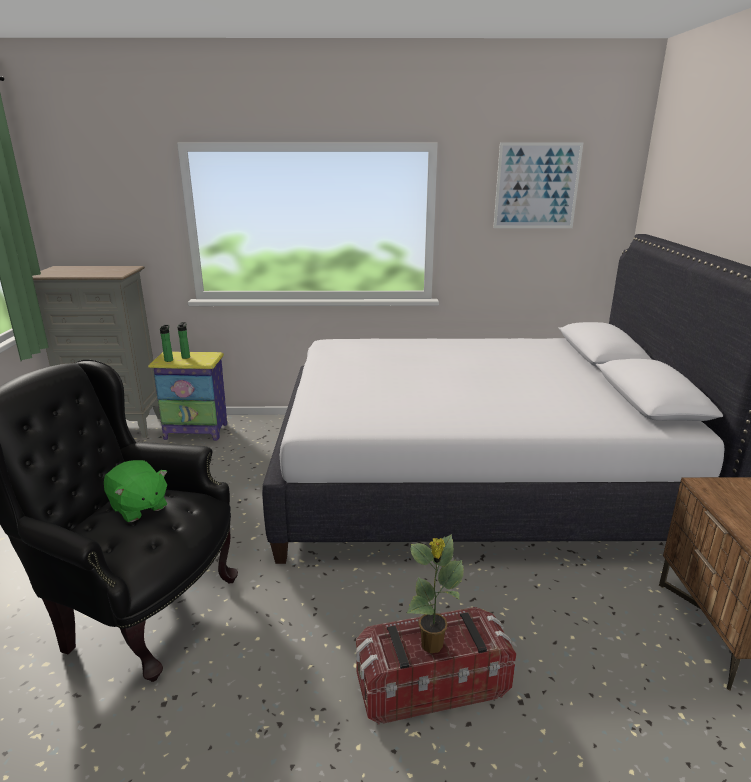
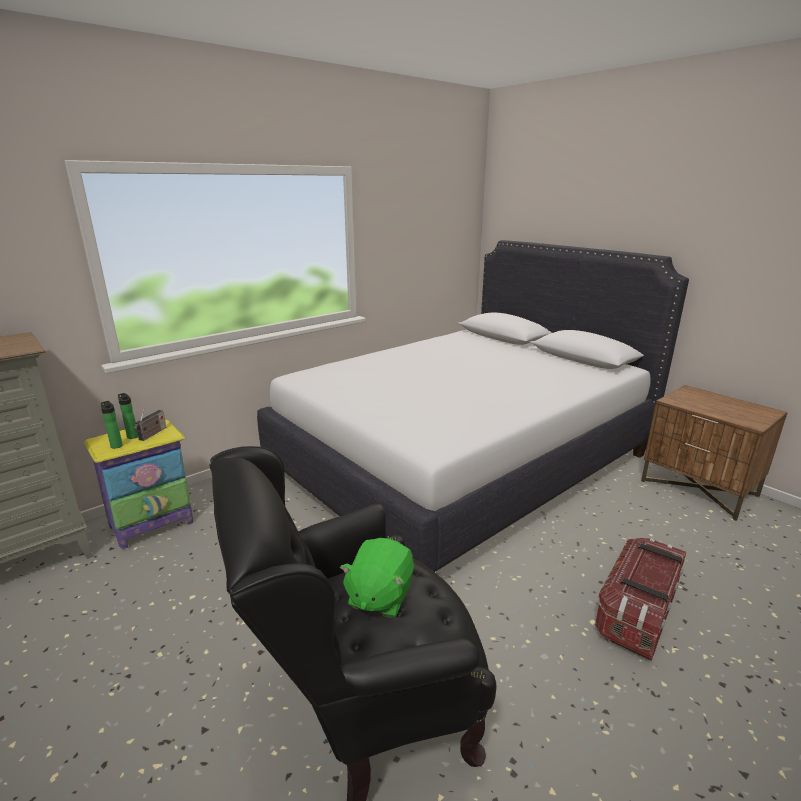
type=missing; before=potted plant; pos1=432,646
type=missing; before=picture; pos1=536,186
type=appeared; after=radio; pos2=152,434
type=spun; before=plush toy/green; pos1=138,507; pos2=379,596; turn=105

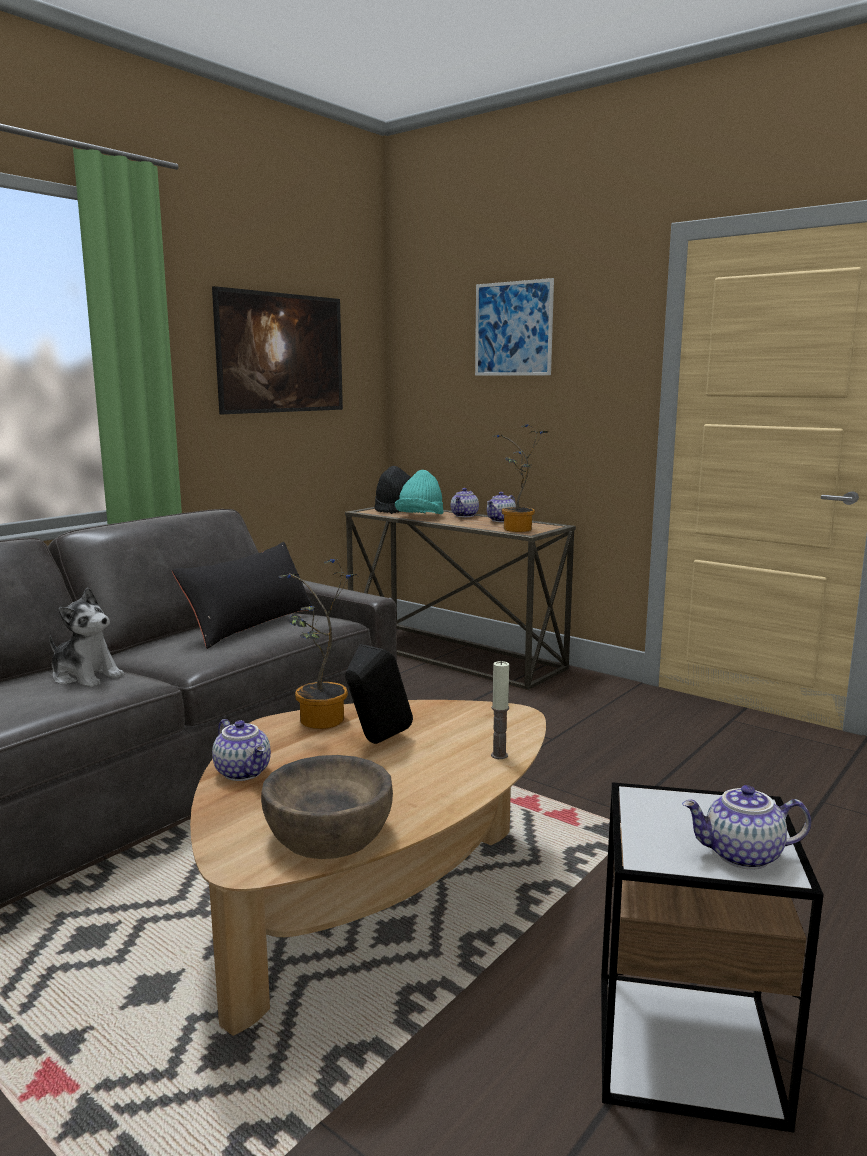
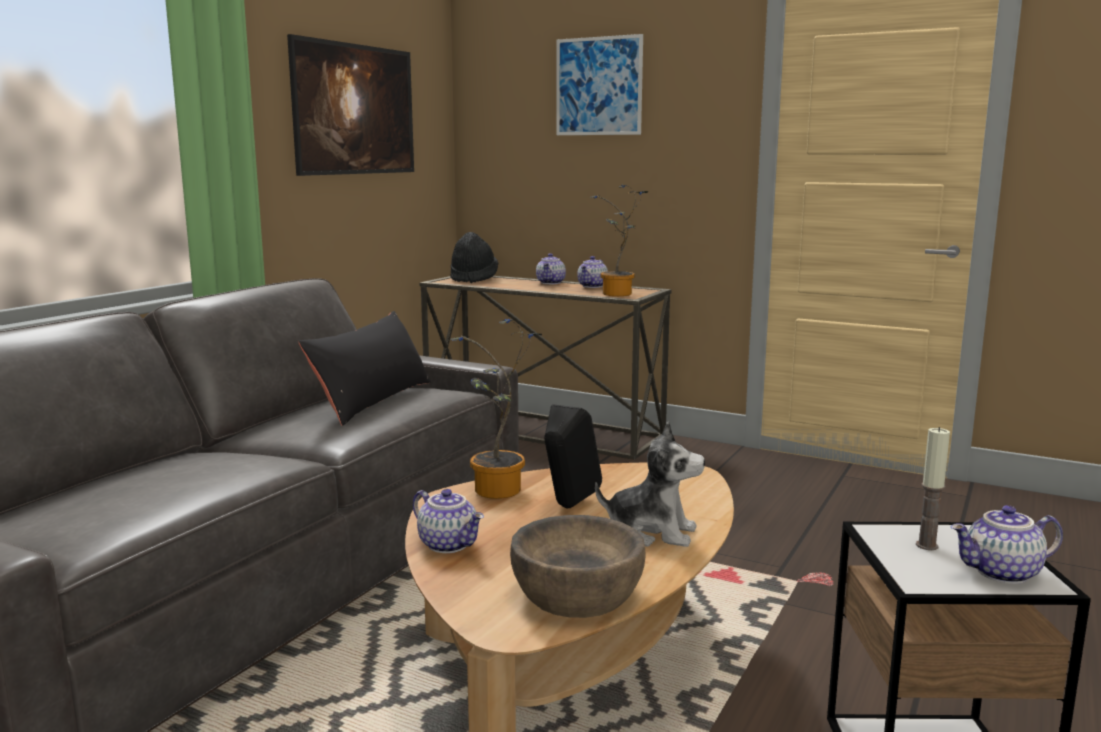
type=missing; before=hat/turquoise; pos1=420,517
type=relocated; before=plush toy; pos1=86,676; pos2=652,532
type=relocated; before=candle; pos1=499,755; pos2=927,545

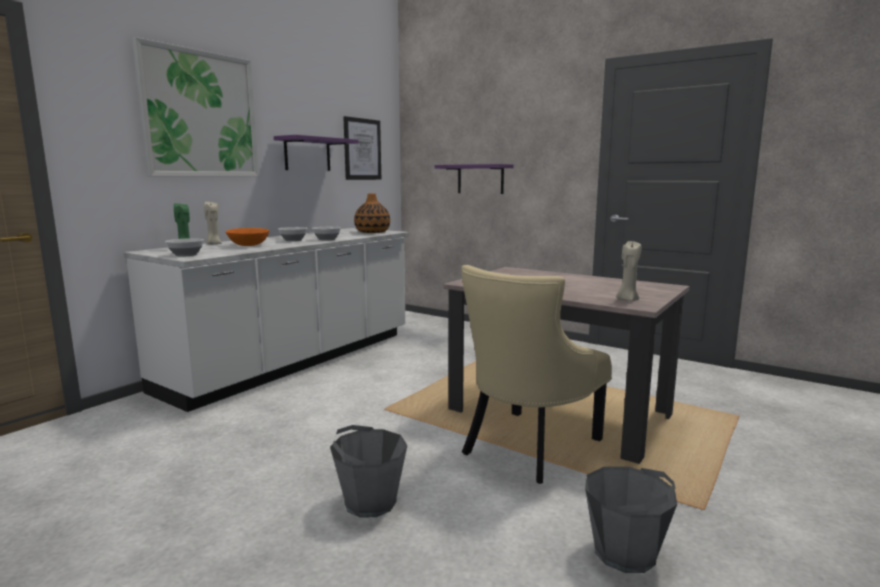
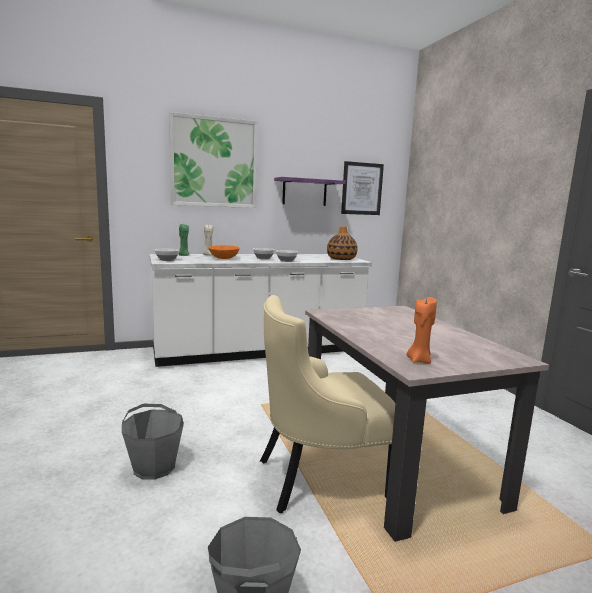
type=missing; before=shelf/purple; pos1=480,179
type=colour; before=candle/beige; after=candle/orange; pos1=627,300; pos2=419,360

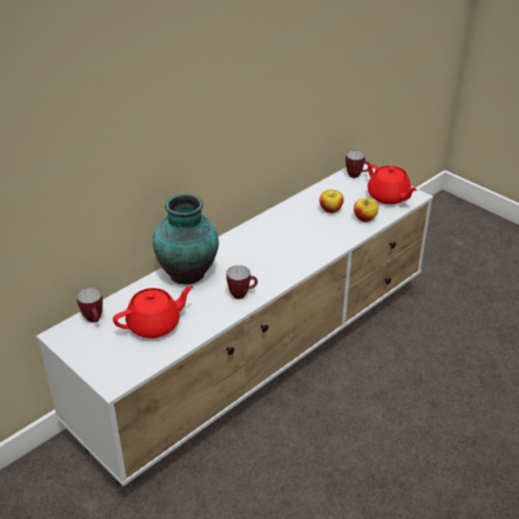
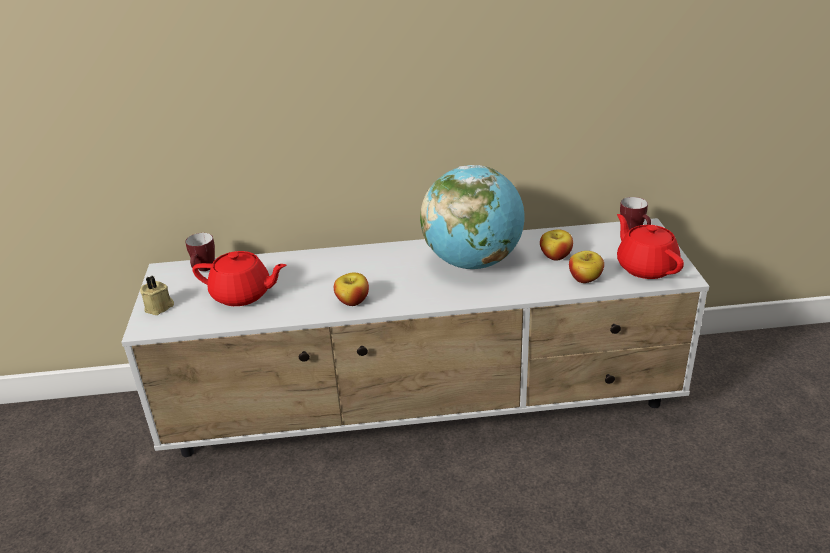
type=missing; before=vase; pos1=189,273
type=appeared; after=candle/beige; pos2=159,307
type=appeared; after=globe; pos2=473,262
type=exchanged; before=mug; after=apple; pos1=242,294; pos2=353,301
type=spun; before=teapot/red; pos1=388,197; pos2=645,267; turn=150

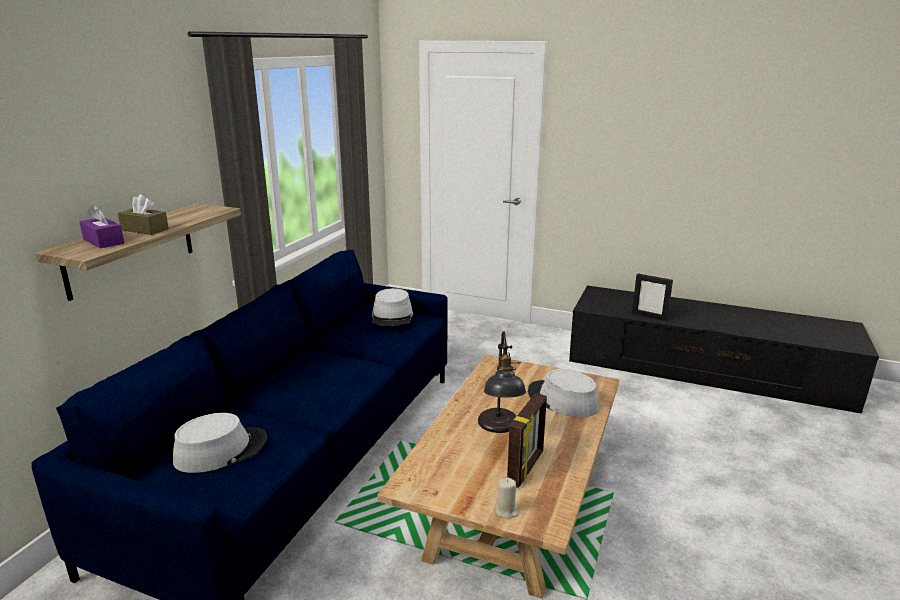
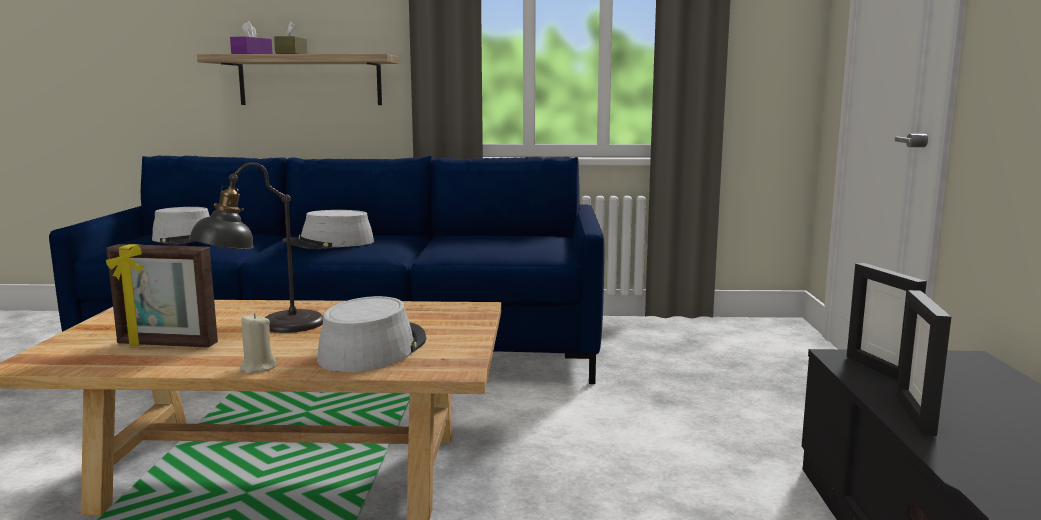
type=appeared; after=picture frame; pos2=880,369
type=relocated; before=hat/grey; pos1=392,316; pos2=329,243
type=relocated; before=candle/beige; pos1=506,511; pos2=258,368

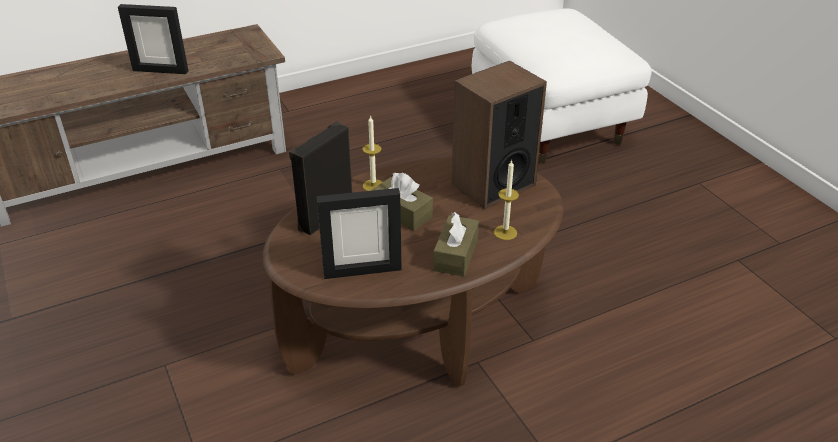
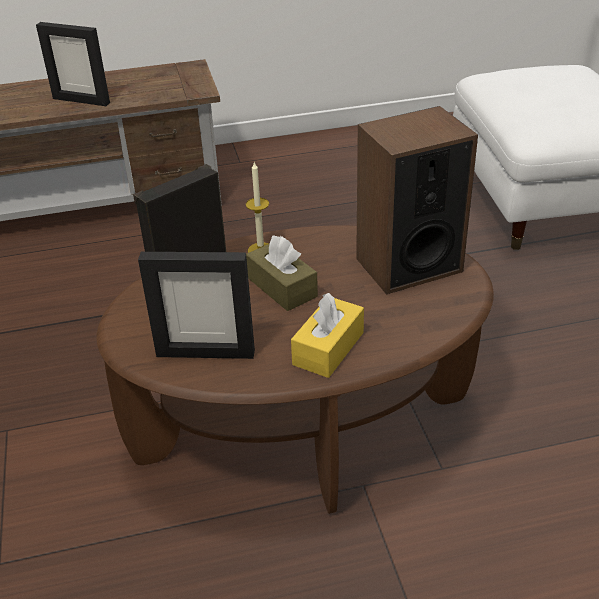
type=missing; before=candle; pos1=505,232
type=colour; before=tissue box/brown; after=tissue box/yellow; pos1=456,255; pos2=328,348

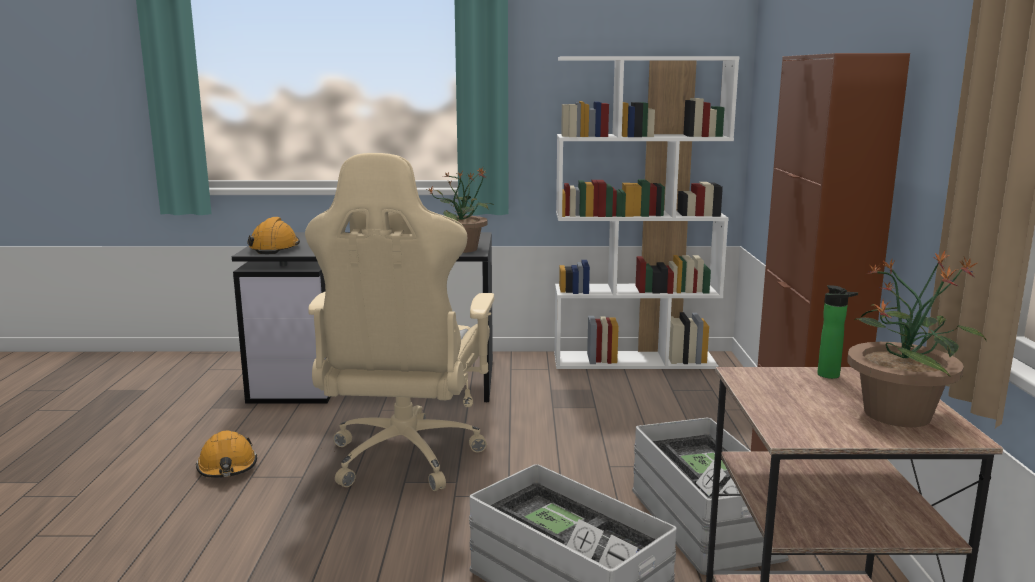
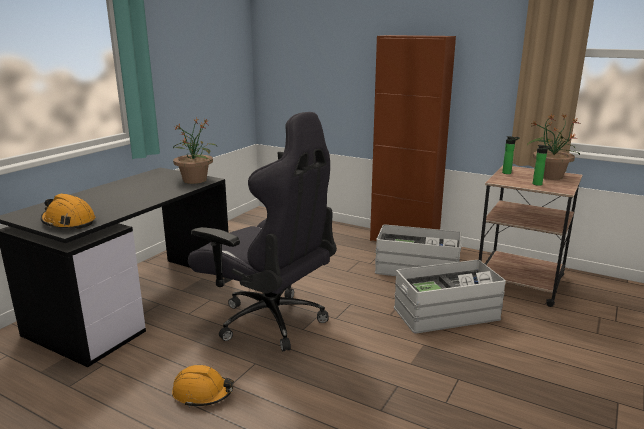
type=missing; before=bookcase/white; pos1=634,360
type=appeared; after=bottle; pos2=539,184
type=colour; before=office chair/beige; after=office chair/black; pos1=406,453; pos2=266,319

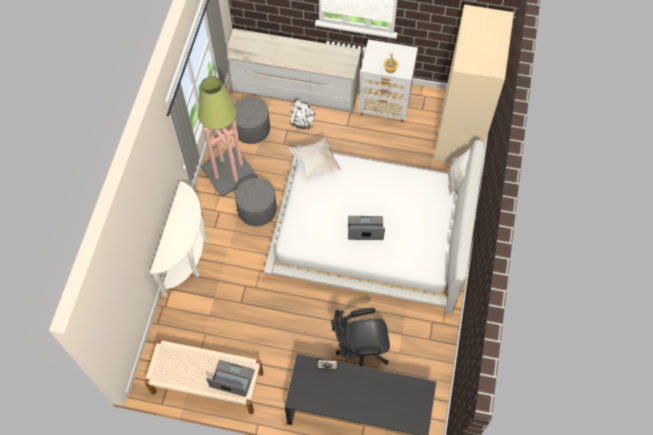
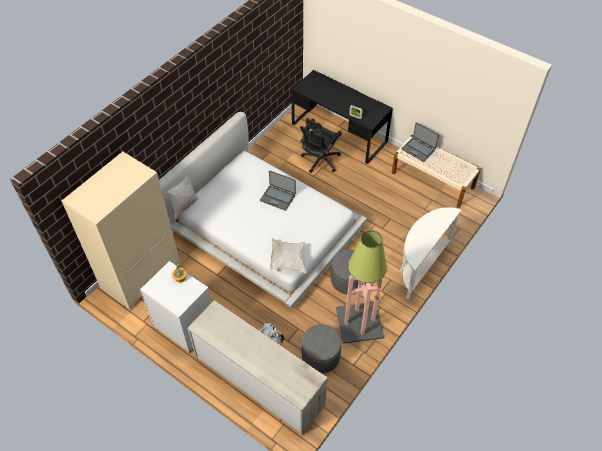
type=spun; before=office chair; pos1=359,350; pos2=319,162; turn=105

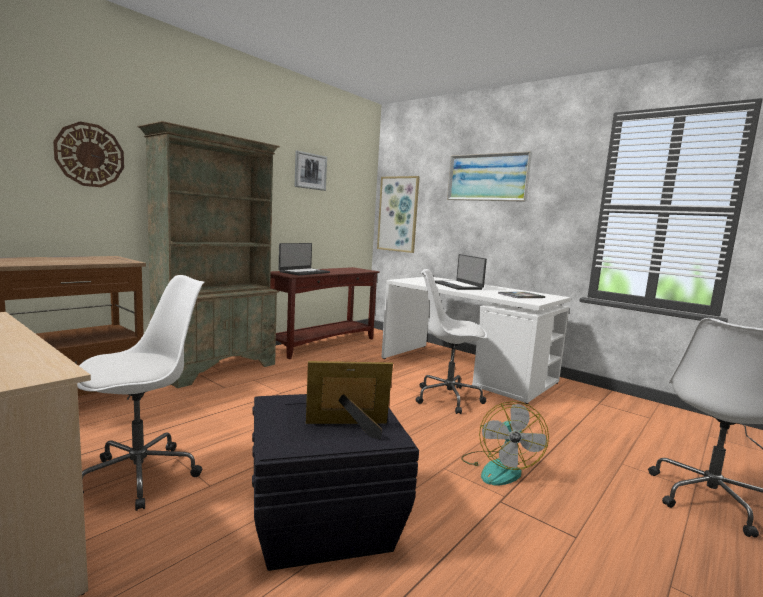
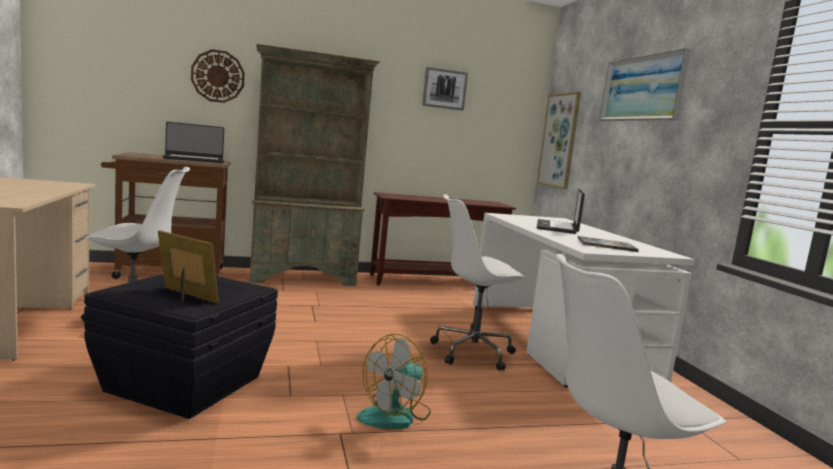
type=relocated; before=laptop; pos1=304,272; pos2=194,159
type=spun; before=office chair/white; pos1=446,398; pos2=470,353; turn=-60

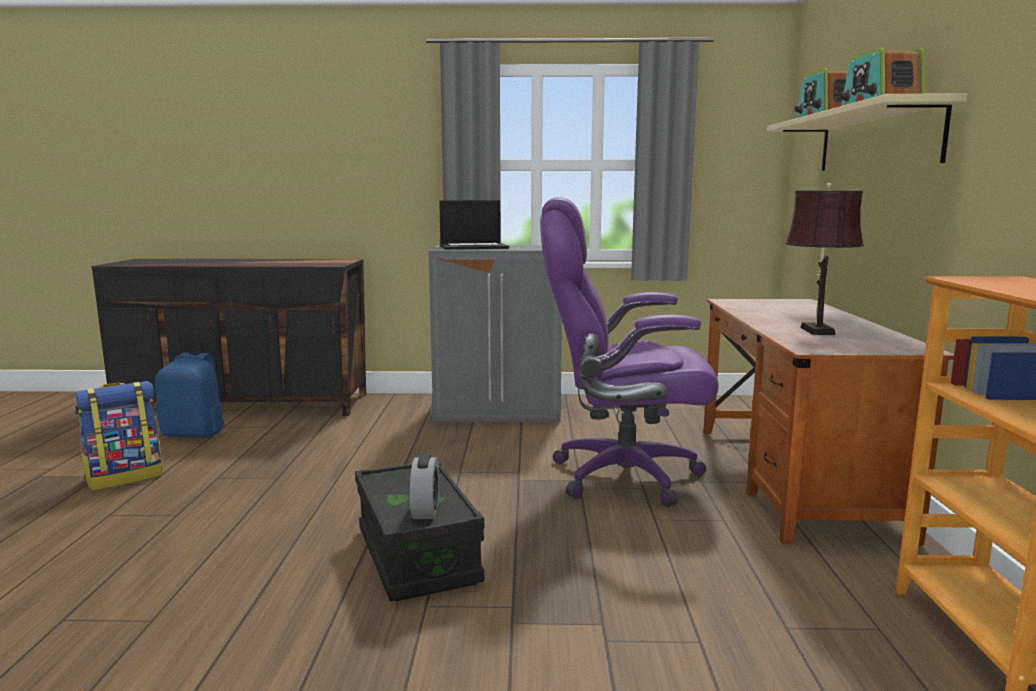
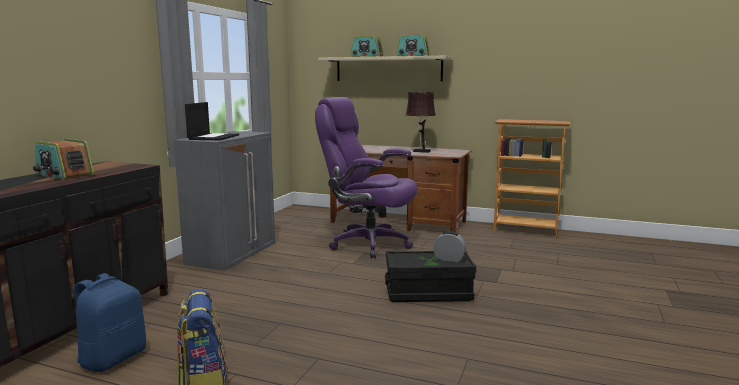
type=appeared; after=radio; pos2=64,175
type=spun; before=office chair/purple; pos1=621,476; pos2=368,244; turn=90

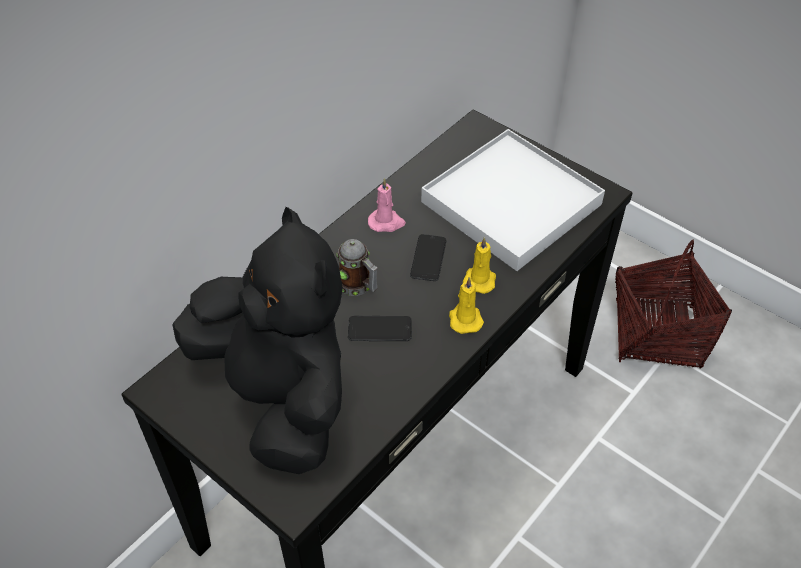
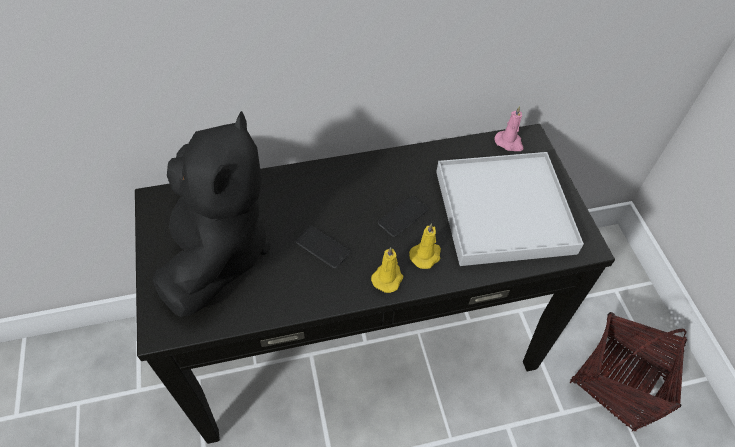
type=missing; before=mug; pos1=358,285
type=relocated; before=candle/pink; pos1=386,222; pos2=509,142

